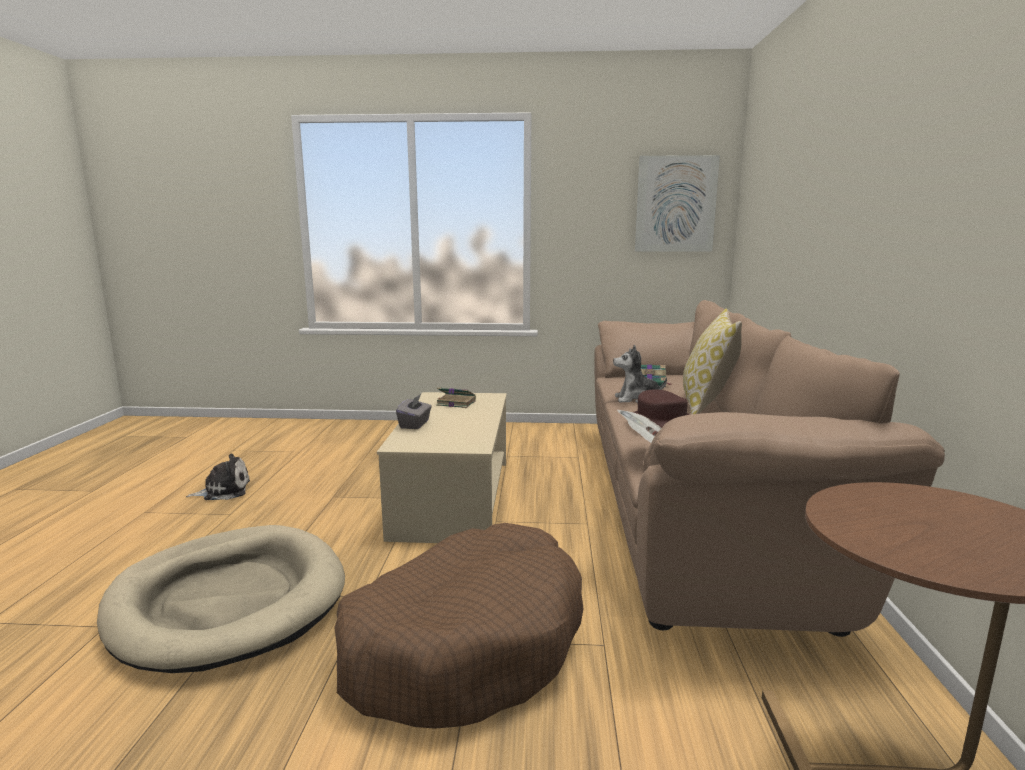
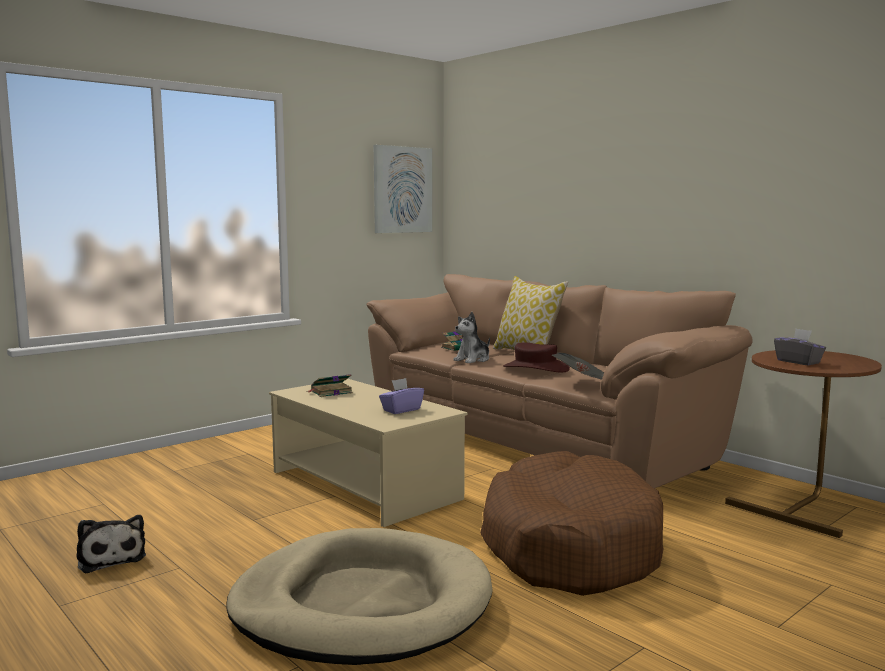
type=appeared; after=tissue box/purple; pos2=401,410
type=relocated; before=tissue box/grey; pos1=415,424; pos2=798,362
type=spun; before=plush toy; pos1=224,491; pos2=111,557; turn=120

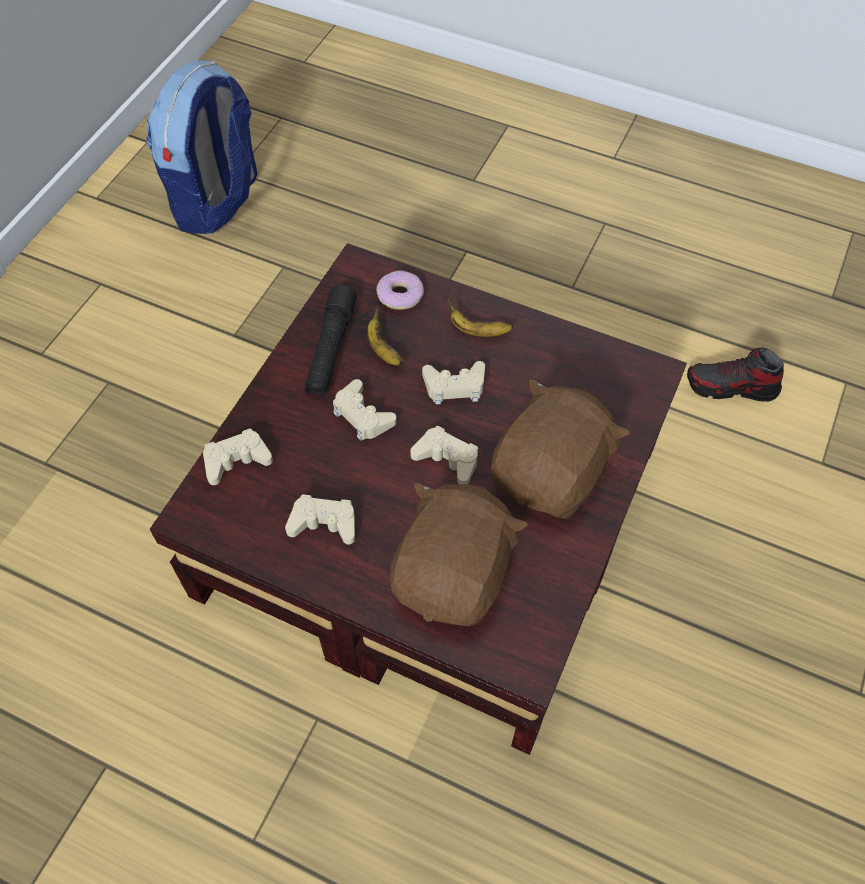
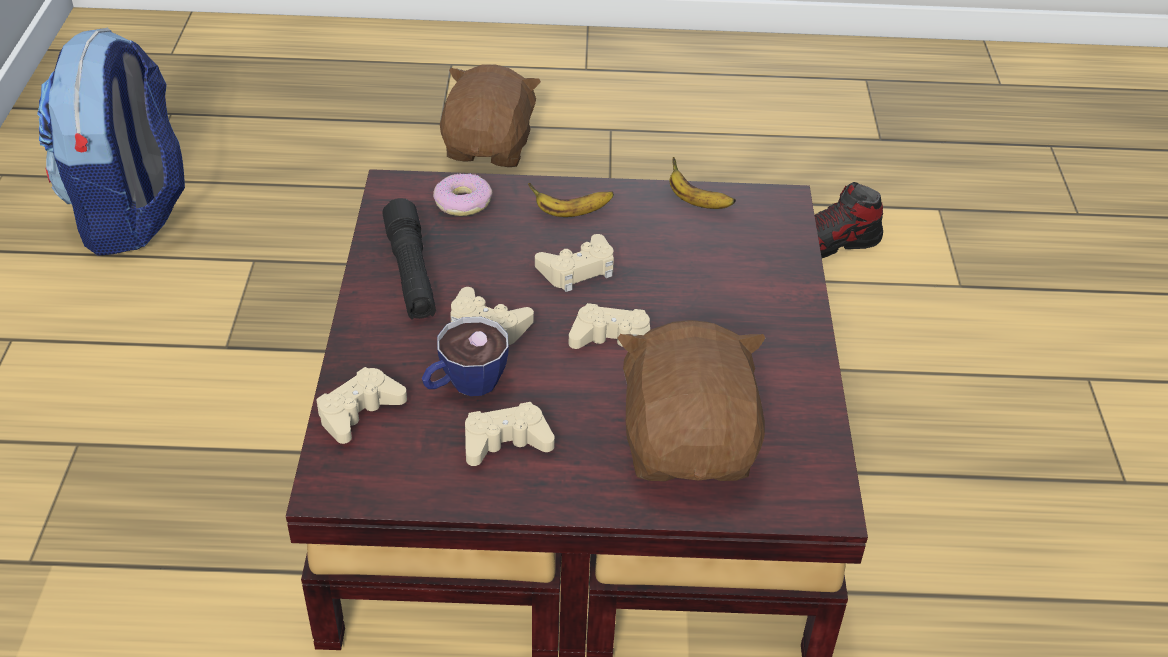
type=appeared; after=cup; pos2=464,385
type=relocated; before=banana; pos1=383,349; pos2=696,202
type=relocated; before=plush toy/brown; pos1=552,474; pos2=490,148

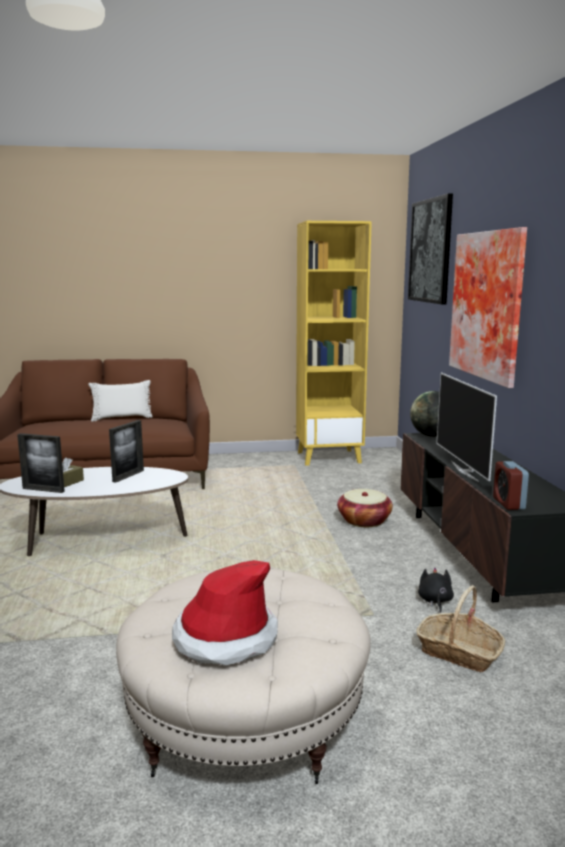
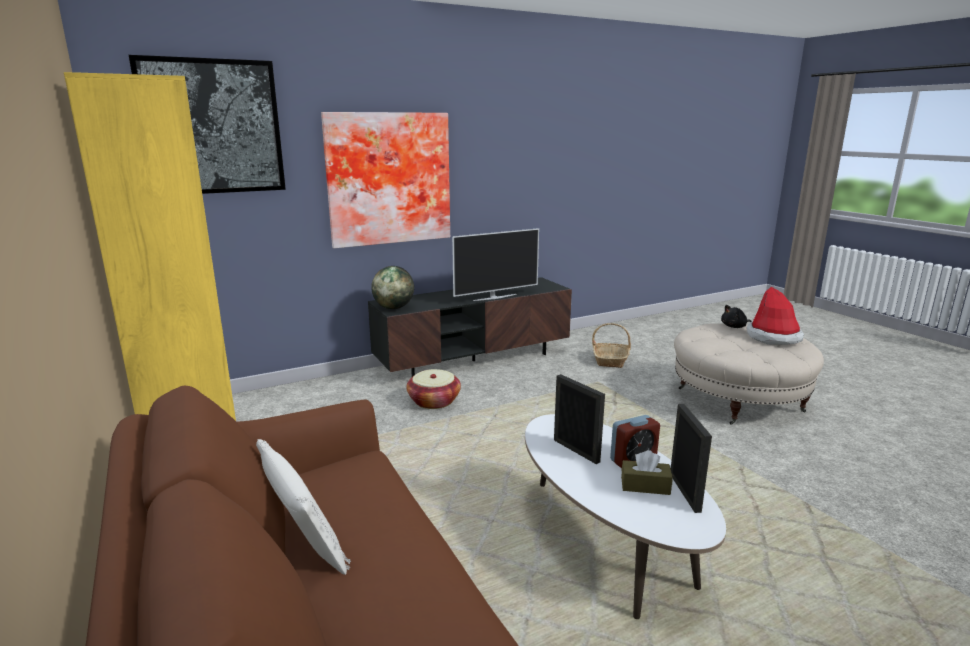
type=relocated; before=plush toy/black; pos1=435,601; pos2=734,327
type=relocated; before=alarm clock; pos1=508,503; pos2=633,460
type=spun; before=picture frame; pos1=128,476; pos2=576,450; turn=45

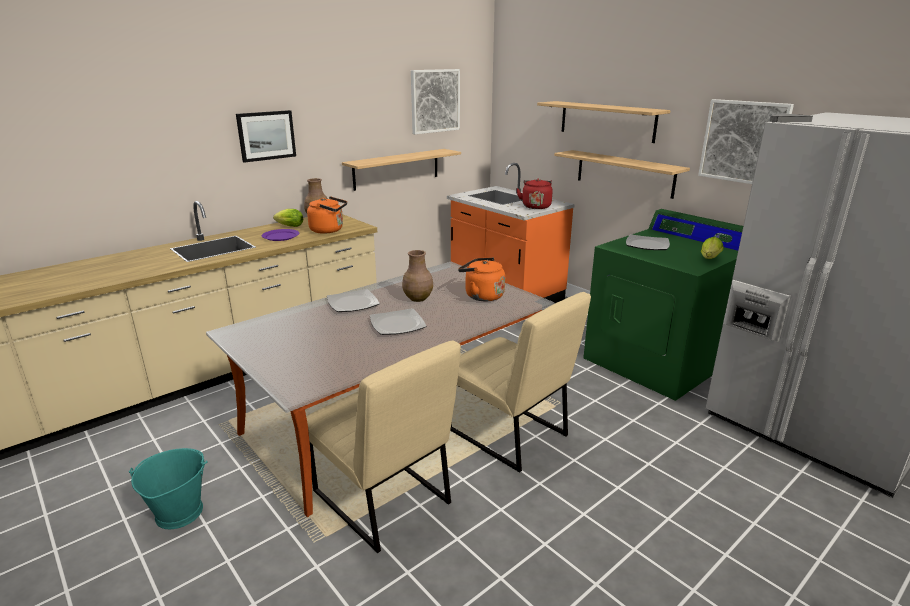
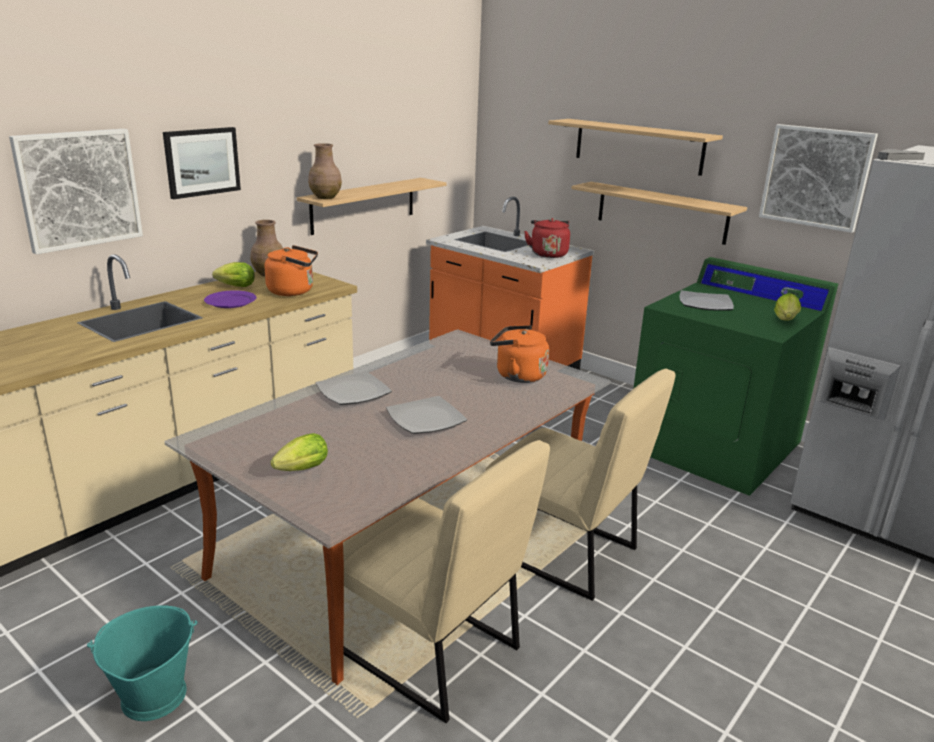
type=appeared; after=lettuce; pos2=299,470
type=relocated; before=vase/brown; pos1=418,298; pos2=325,197
type=relocated; before=picture; pos1=435,101; pos2=79,189

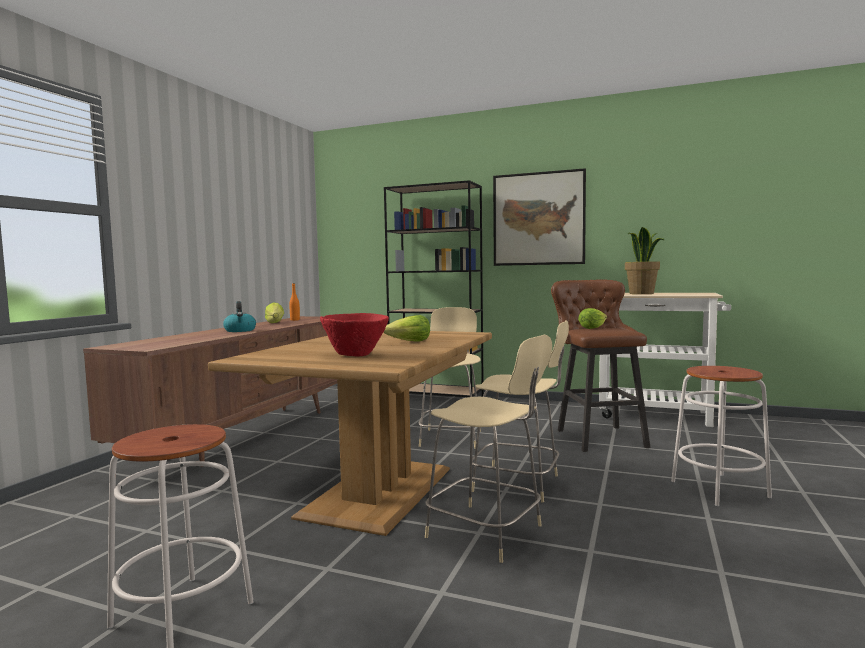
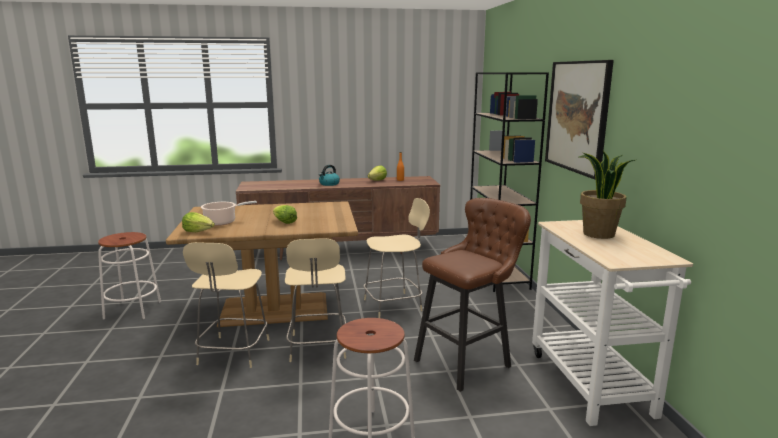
type=relocated; before=lettuce; pos1=592,328; pos2=199,231
type=exchanged; before=bowl/red; after=cooking pot; pos1=356,355; pos2=222,222

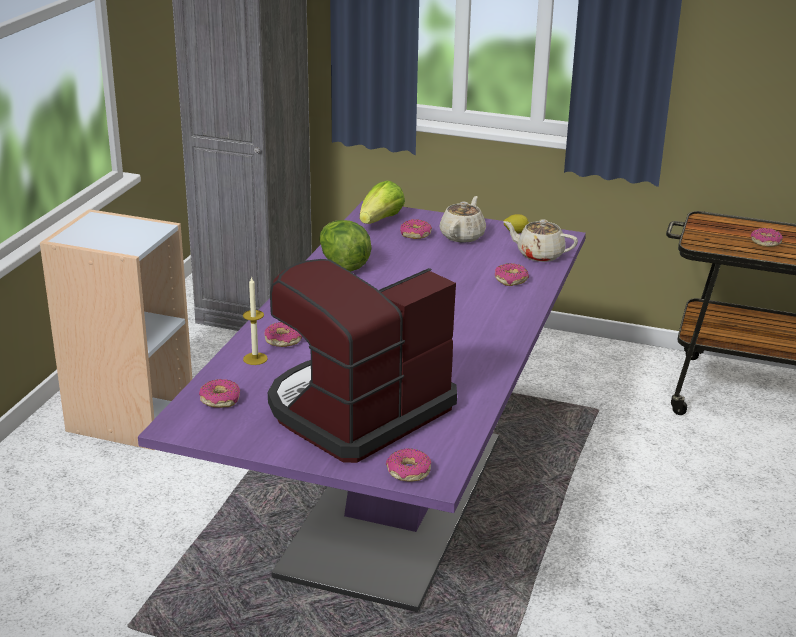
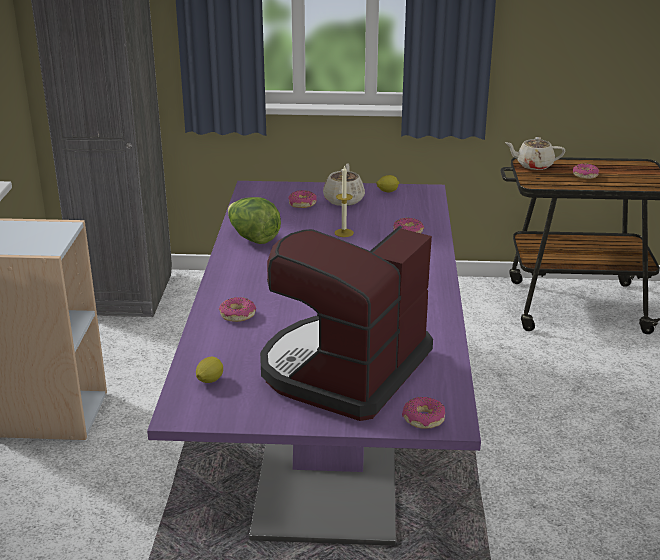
type=missing; before=lettuce; pos1=381,221
type=relocated; before=candle; pos1=255,359; pos2=344,233
type=relocated; before=teapot/beige; pos1=539,255; pos2=533,165
type=exchanged; before=donut; after=lemon; pos1=220,399; pos2=209,380

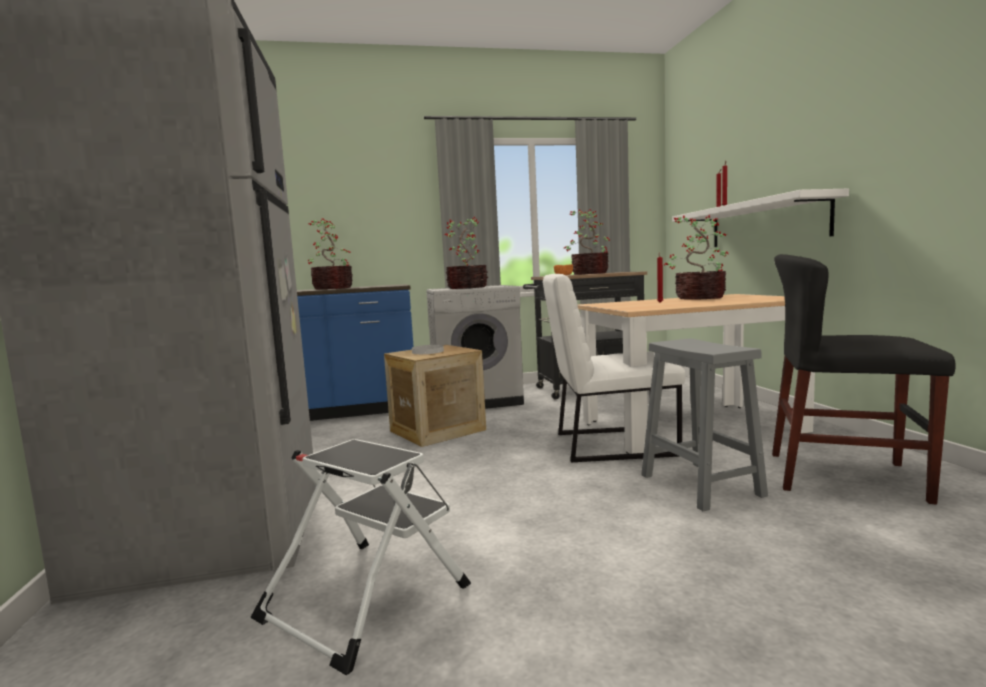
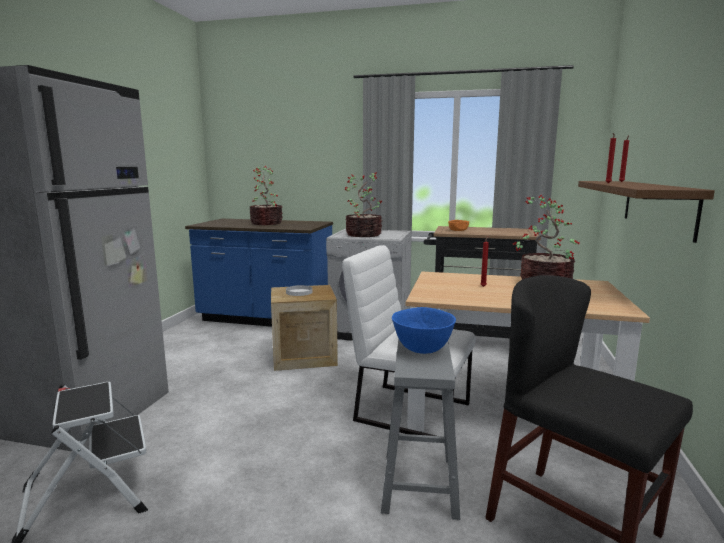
type=missing; before=potted plant; pos1=588,273
type=appeared; after=bowl/blue; pos2=422,348
type=colour; before=shelf/white; after=shelf/brown; pos1=766,223; pos2=657,206

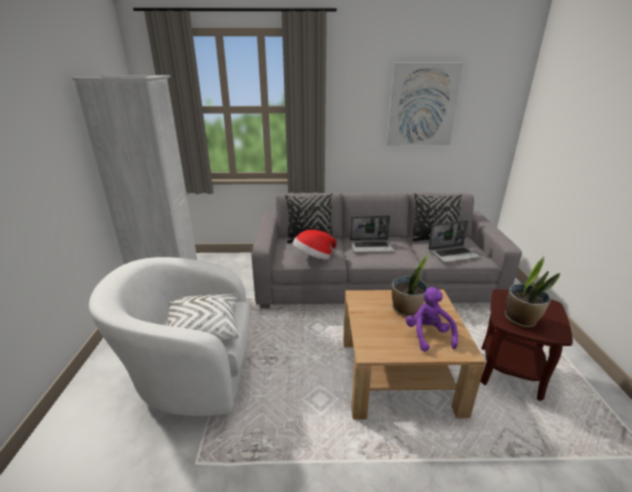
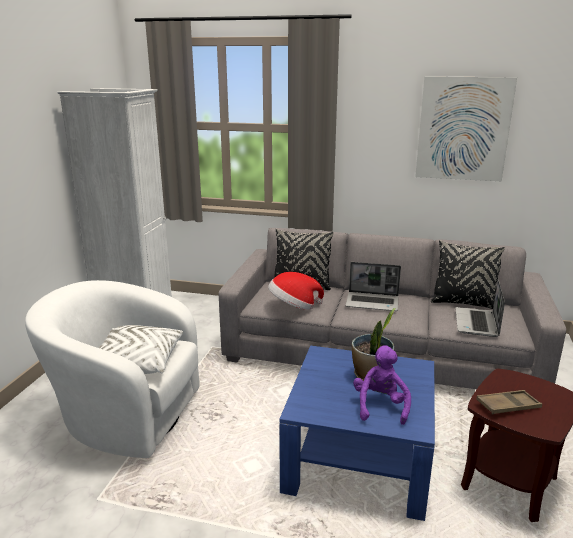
type=exchanged; before=potted plant; after=tray/brown; pos1=521,319; pos2=508,406
type=colour; before=coffee table/brown; after=coffee table/blue; pos1=398,374; pos2=359,457
type=spun; before=laptop; pos1=453,254; pos2=477,323; turn=105

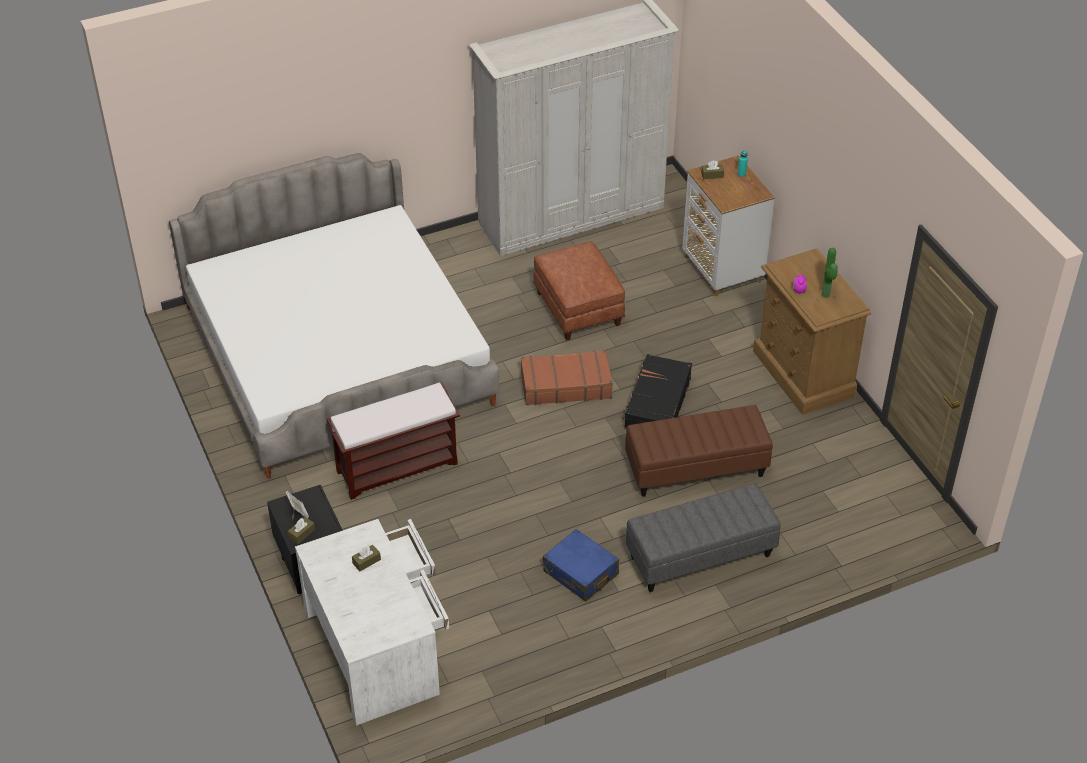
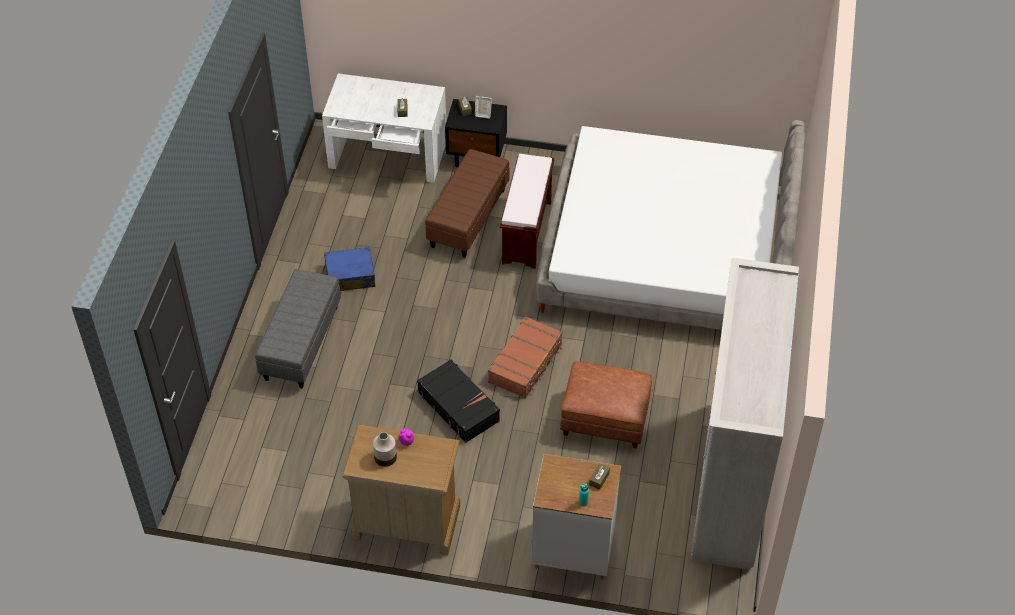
type=relocated; before=ottoman/brown; pos1=696,469; pos2=469,219
type=exchanged; before=potted plant; after=vase/beige; pos1=827,295; pos2=385,457

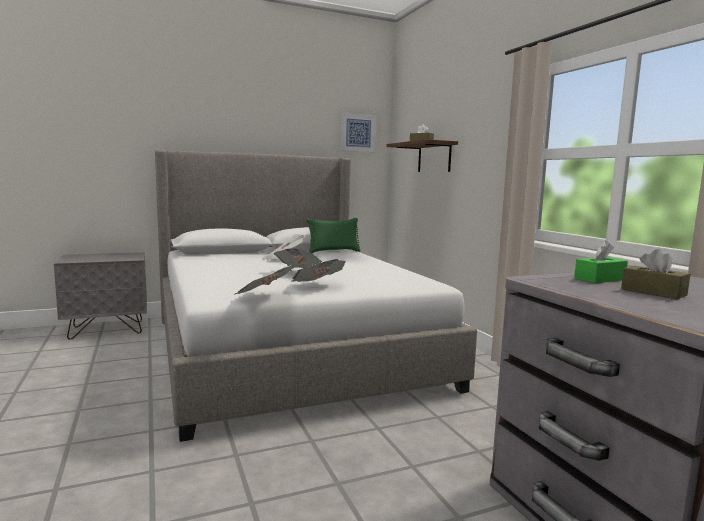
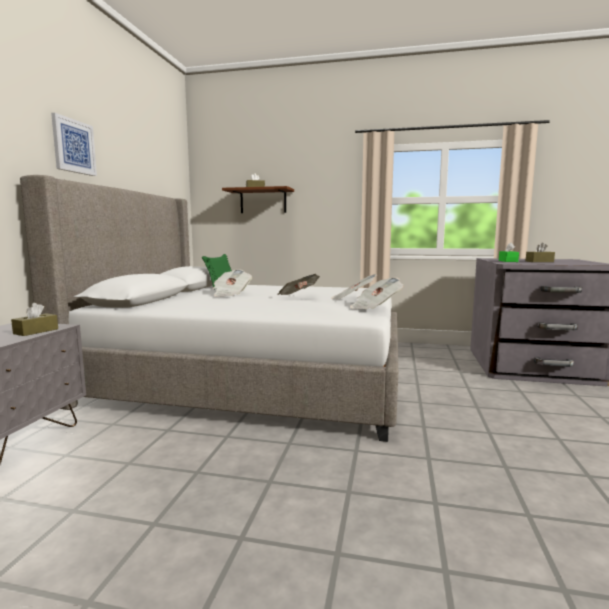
type=appeared; after=tissue box/brown; pos2=36,331
type=relocated; before=picture; pos1=357,133; pos2=73,146

